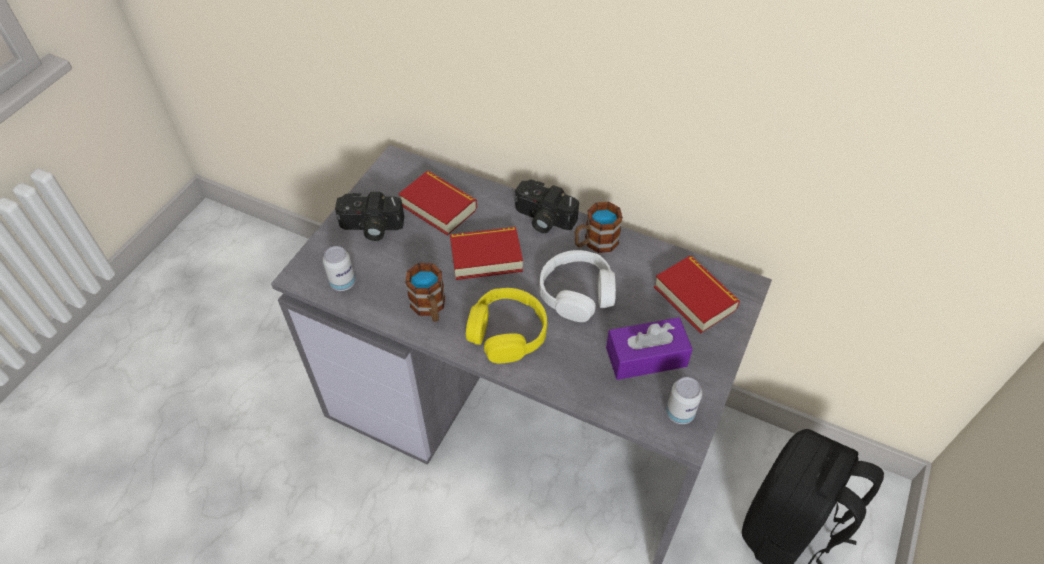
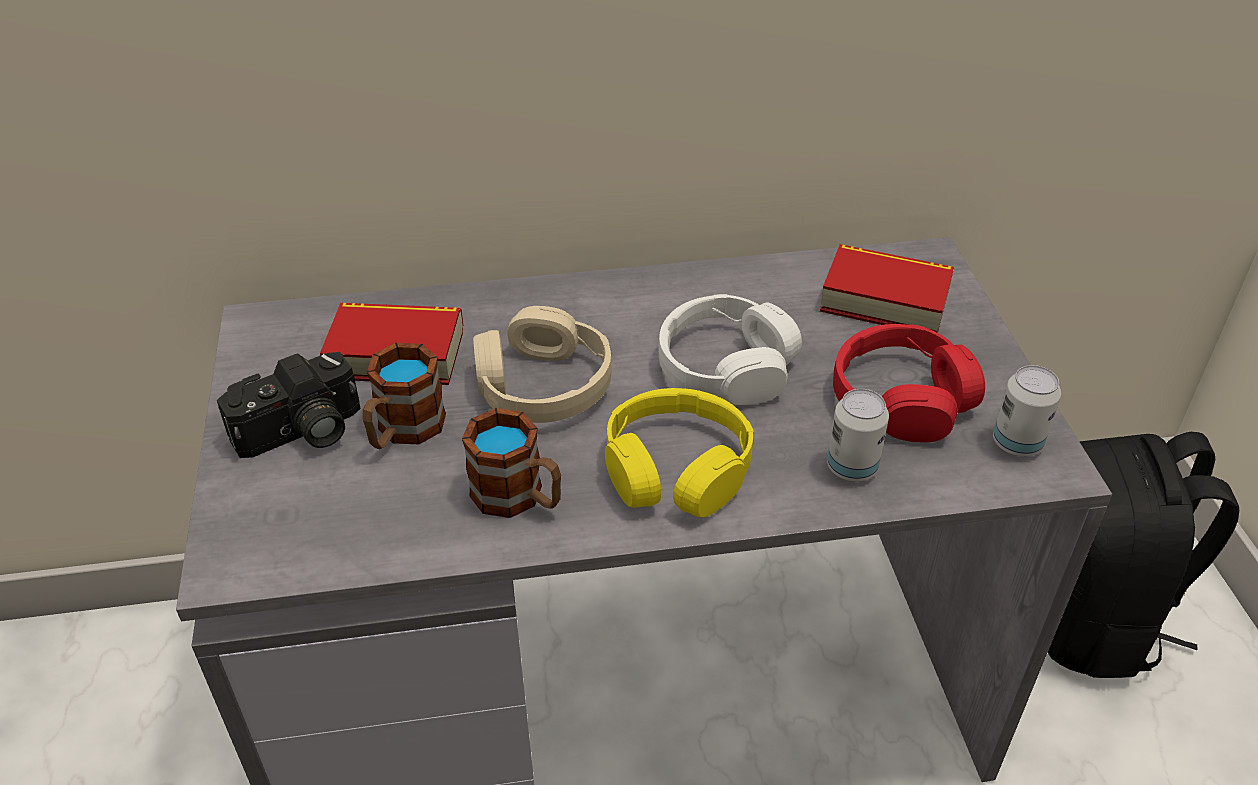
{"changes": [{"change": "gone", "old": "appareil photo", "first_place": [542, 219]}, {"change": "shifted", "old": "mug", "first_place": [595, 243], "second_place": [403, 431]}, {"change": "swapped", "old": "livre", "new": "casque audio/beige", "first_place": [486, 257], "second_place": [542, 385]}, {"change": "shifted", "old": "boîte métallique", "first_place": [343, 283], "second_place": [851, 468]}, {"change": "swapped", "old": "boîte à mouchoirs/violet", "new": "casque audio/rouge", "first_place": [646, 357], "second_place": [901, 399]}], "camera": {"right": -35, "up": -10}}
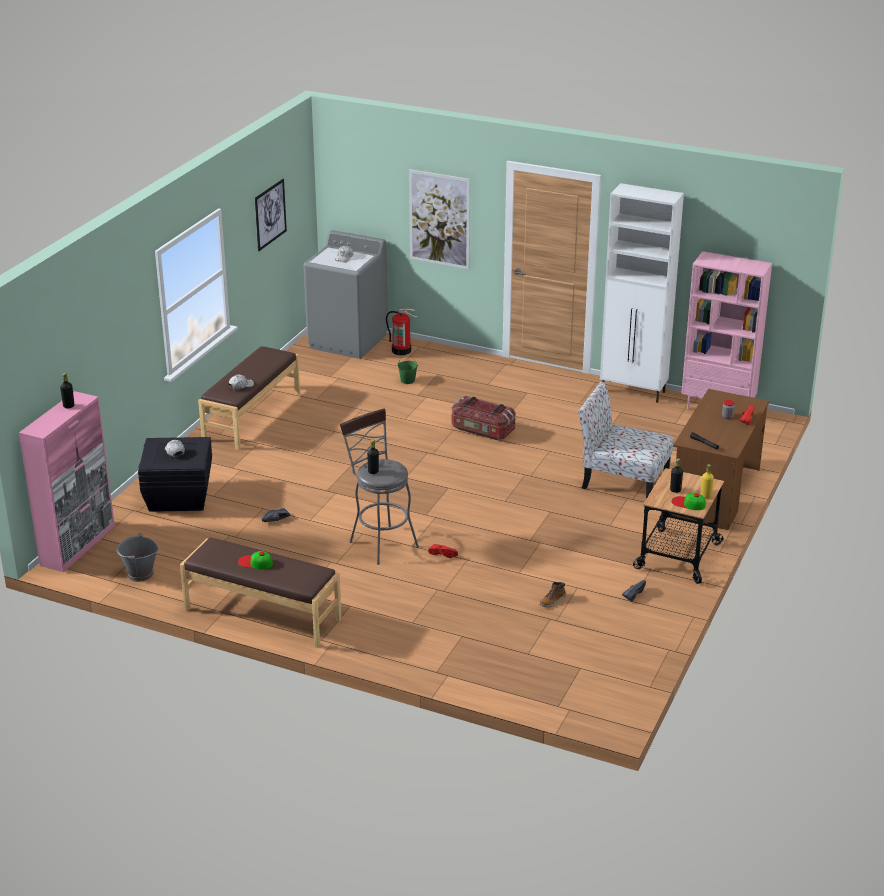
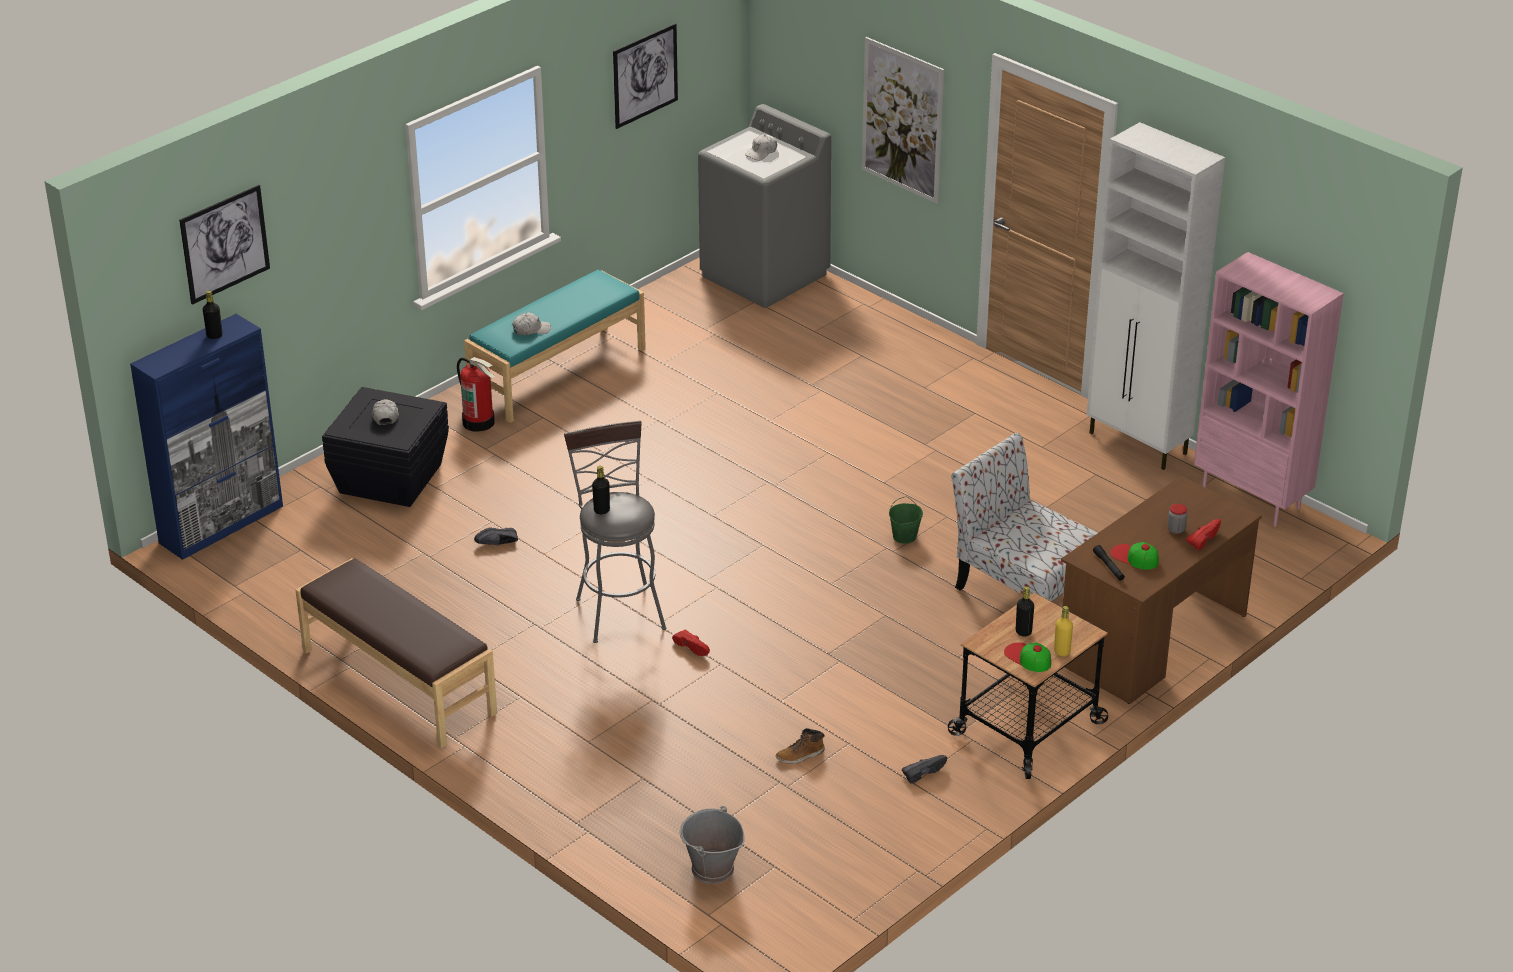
{"changes": [{"change": "shifted", "old": "extincteur", "first_place": [401, 350], "second_place": [479, 422]}, {"change": "repainted", "old": "banc/marron", "new": "banc/turquoise", "first_place": [251, 416], "second_place": [557, 373]}, {"change": "shifted", "old": "seau/vert", "first_place": [407, 381], "second_place": [904, 537]}, {"change": "repainted", "old": "meuble de rangement/rose", "new": "meuble de rangement/bleu", "first_place": [78, 545], "second_place": [222, 524]}, {"change": "gone", "old": "boîte de rangement", "first_place": [482, 430]}, {"change": "shifted", "old": "seau/gris", "first_place": [140, 574], "second_place": [712, 869]}, {"change": "shifted", "old": "casquette", "first_place": [255, 562], "second_place": [1134, 557]}, {"change": "new", "new": "tableau", "second_place": [225, 244]}], "camera": {"right": 20, "up": 5}}
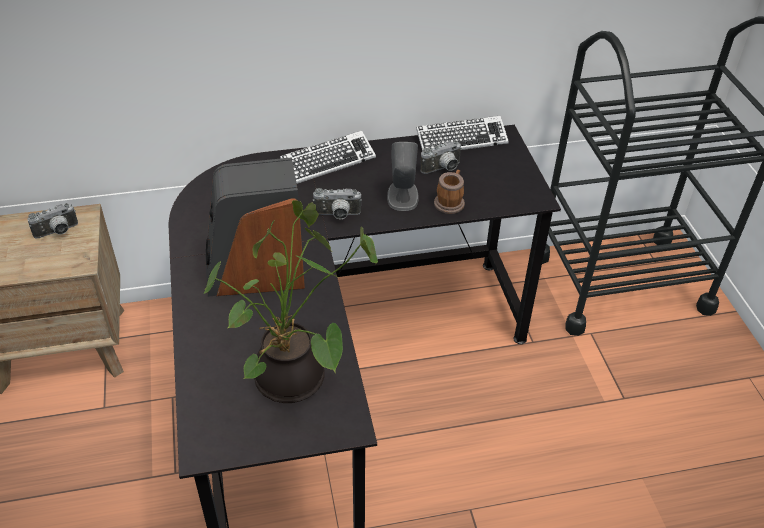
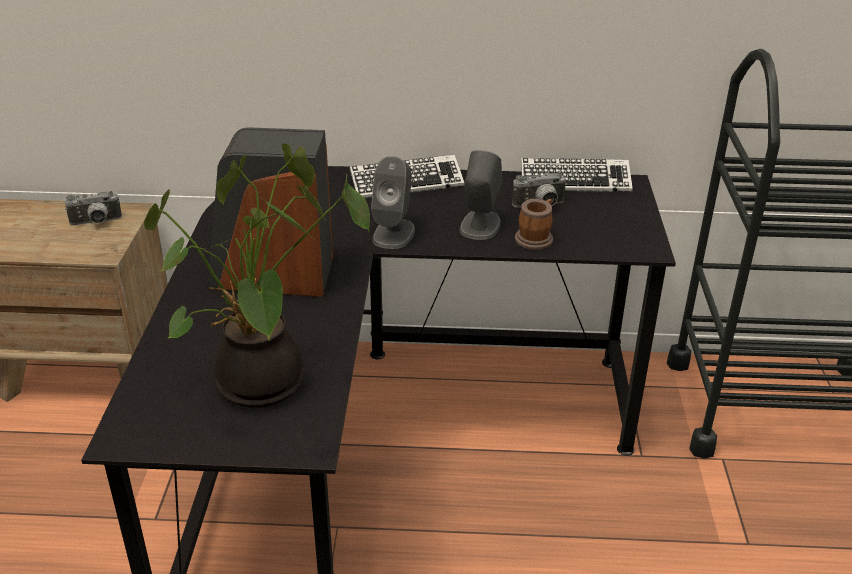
{"changes": [{"change": "swapped", "old": "appareil photo", "new": "enceinte/gris", "first_place": [337, 215], "second_place": [394, 233]}], "camera": {"right": 15, "up": -10}}
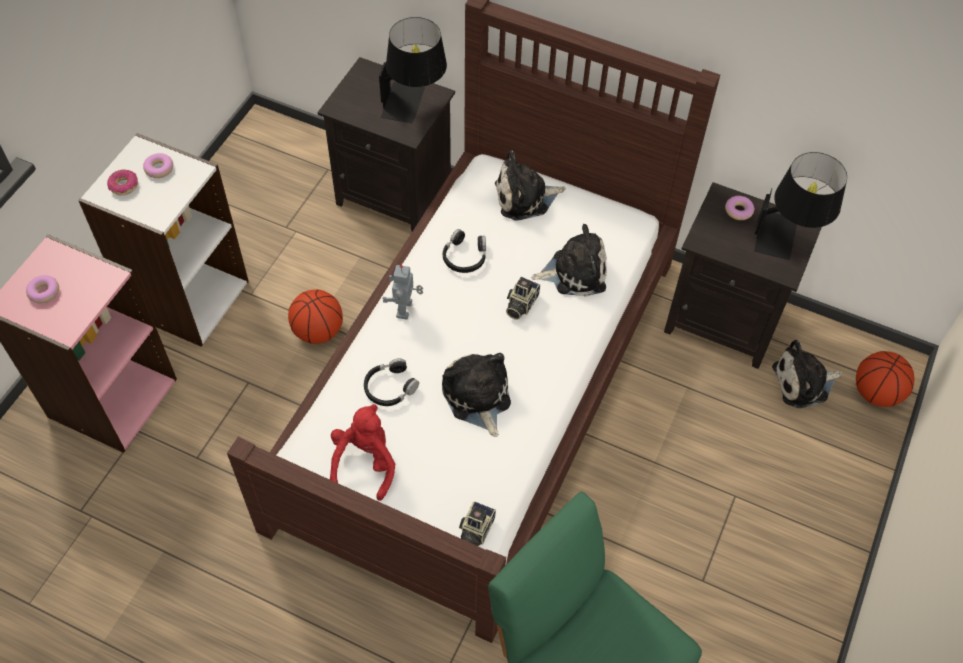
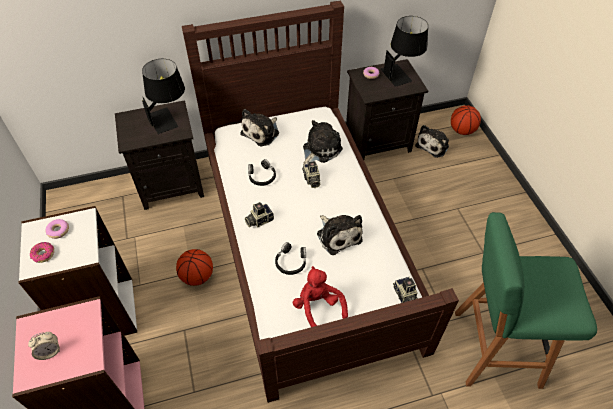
{"changes": [{"change": "swapped", "old": "robot jouet", "new": "appareil photo", "first_place": [405, 310], "second_place": [259, 220]}, {"change": "swapped", "old": "beignet", "new": "réveil", "first_place": [44, 292], "second_place": [50, 351]}, {"change": "rotated", "old": "peluche", "first_place": [477, 398], "second_place": [338, 235], "degrees": -150}], "camera": {"right": -40, "up": -5}}
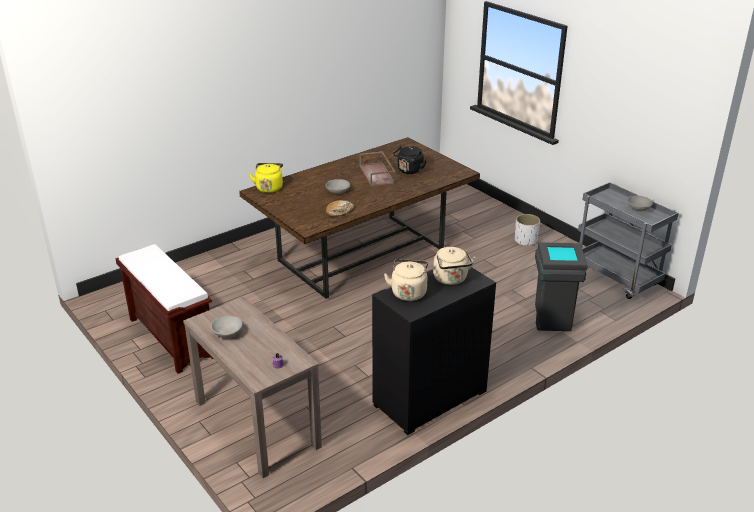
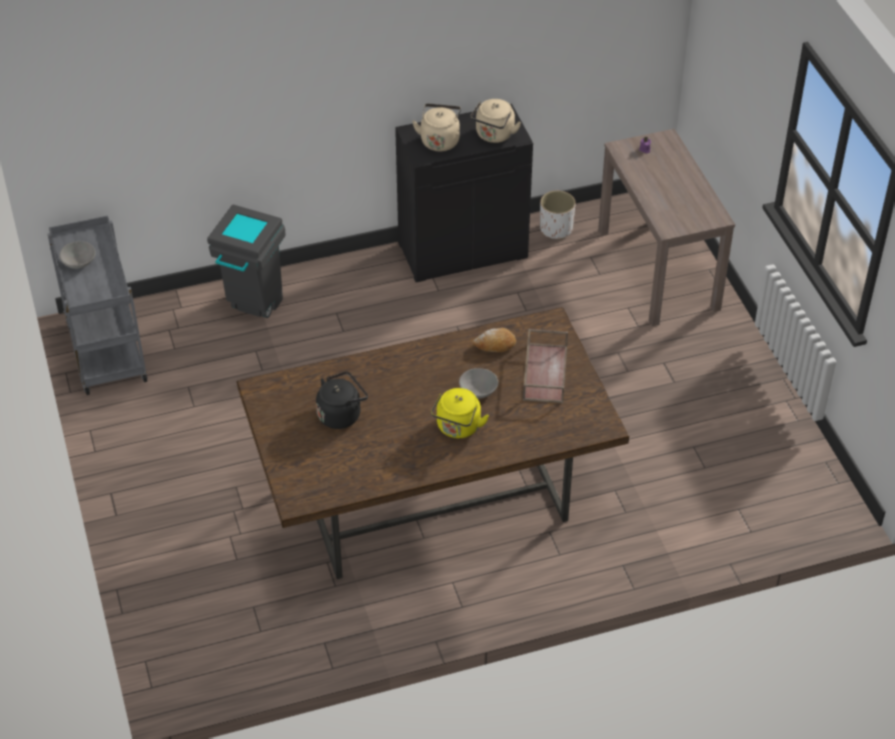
{"changes": [{"change": "shifted", "old": "plateau/marron", "first_place": [377, 174], "second_place": [544, 372]}, {"change": "shifted", "old": "bouilloire/jaune", "first_place": [269, 187], "second_place": [458, 428]}, {"change": "shifted", "old": "cache-pot/blanc", "first_place": [525, 241], "second_place": [556, 229]}, {"change": "gone", "old": "banc/marron", "first_place": [170, 337]}, {"change": "gone", "old": "bol/gris", "first_place": [227, 333]}], "camera": {"right": -160, "up": 15}}
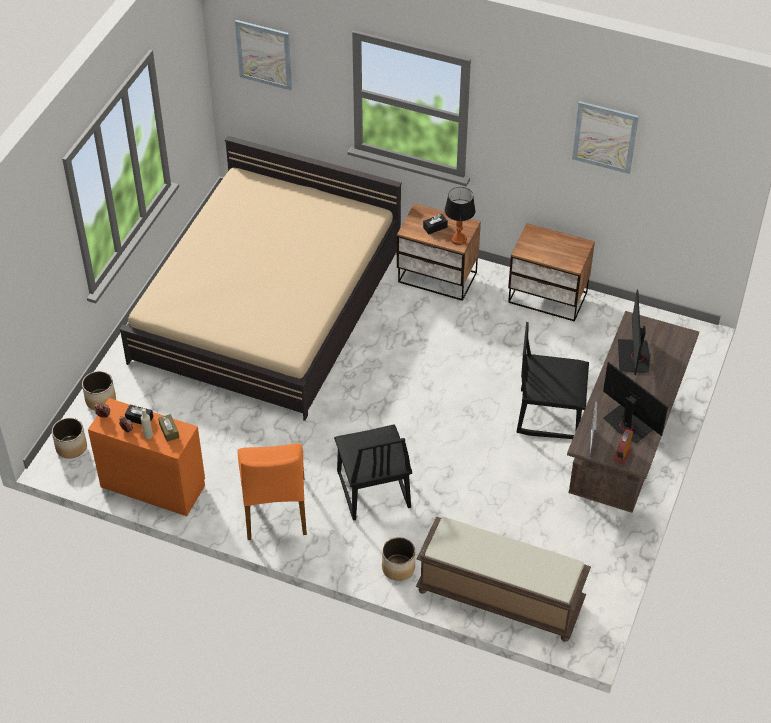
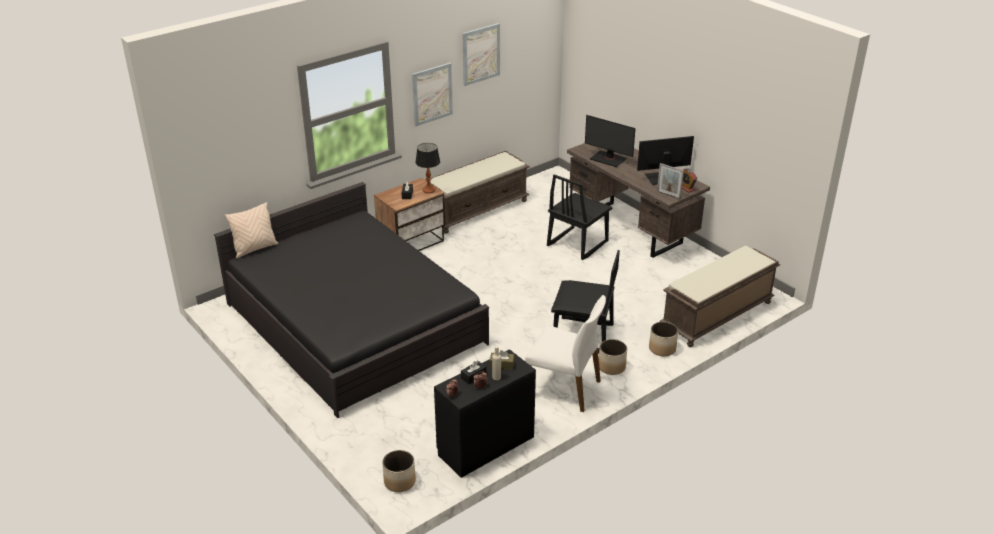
{"changes": [{"change": "shifted", "old": "tableau", "first_place": [264, 54], "second_place": [432, 94]}, {"change": "repainted", "old": "lit/beige", "new": "lit/noir", "first_place": [268, 304], "second_place": [354, 323]}, {"change": "swapped", "old": "table de chevet", "new": "banc/marron", "first_place": [548, 298], "second_place": [477, 210]}, {"change": "shifted", "old": "cache-pot", "first_place": [101, 400], "second_place": [611, 367]}, {"change": "repainted", "old": "commode/orange", "new": "commode/noir", "first_place": [153, 485], "second_place": [485, 445]}, {"change": "repainted", "old": "chaise/orange", "new": "chaise/blanc", "first_place": [275, 509], "second_place": [563, 388]}, {"change": "new", "new": "coussin/beige", "second_place": [255, 249]}], "camera": {"right": -60, "up": -15}}
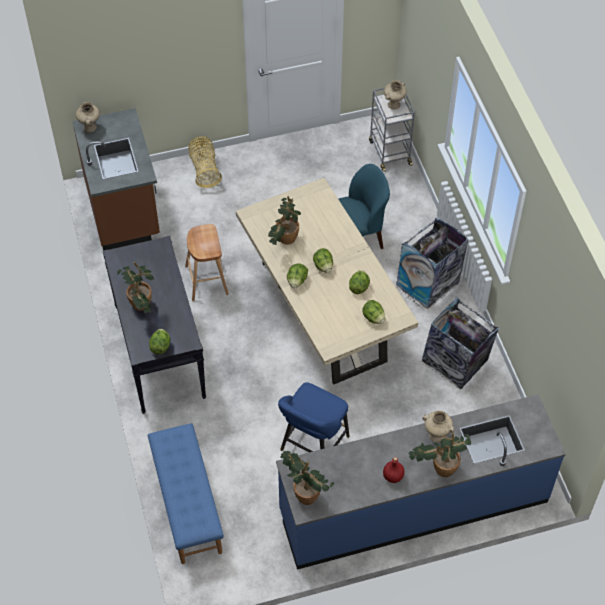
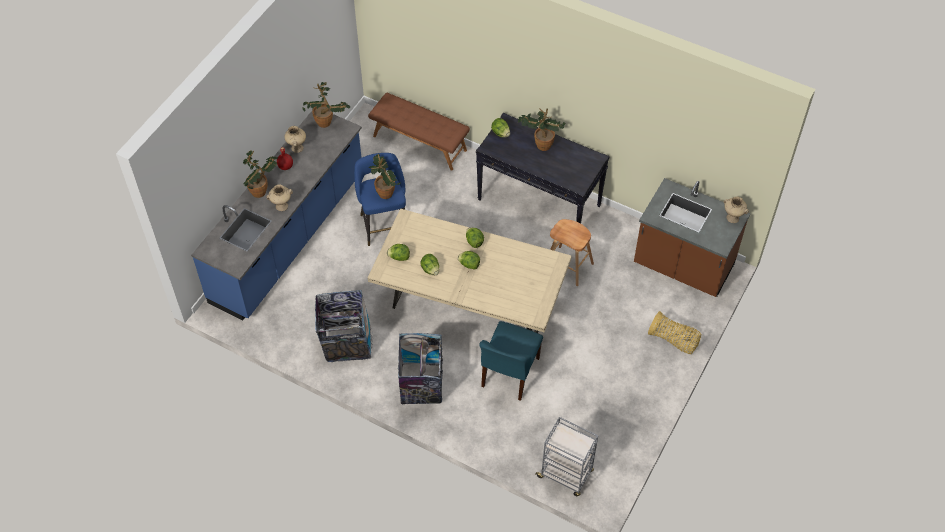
{"changes": [{"change": "shifted", "old": "vase/beige", "first_place": [394, 105], "second_place": [297, 148]}, {"change": "shifted", "old": "plante en pot", "first_place": [284, 241], "second_place": [385, 190]}, {"change": "repainted", "old": "banc/bleu", "new": "banc/marron", "first_place": [187, 504], "second_place": [420, 142]}], "camera": {"right": 135, "up": 0}}
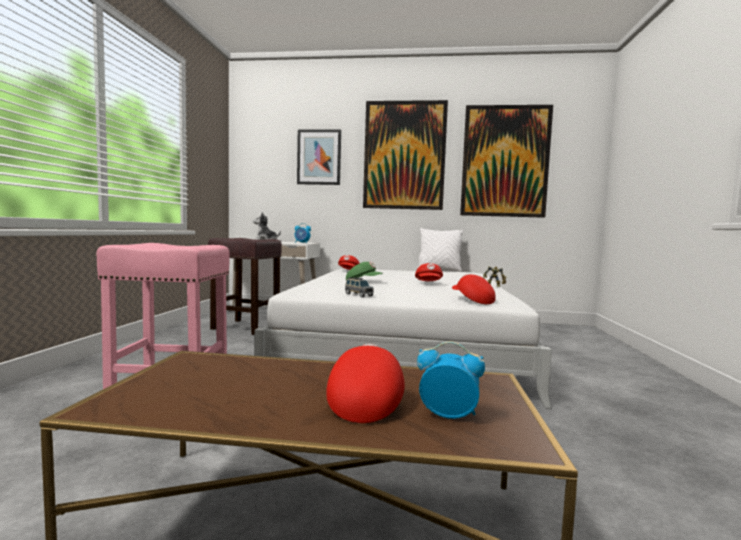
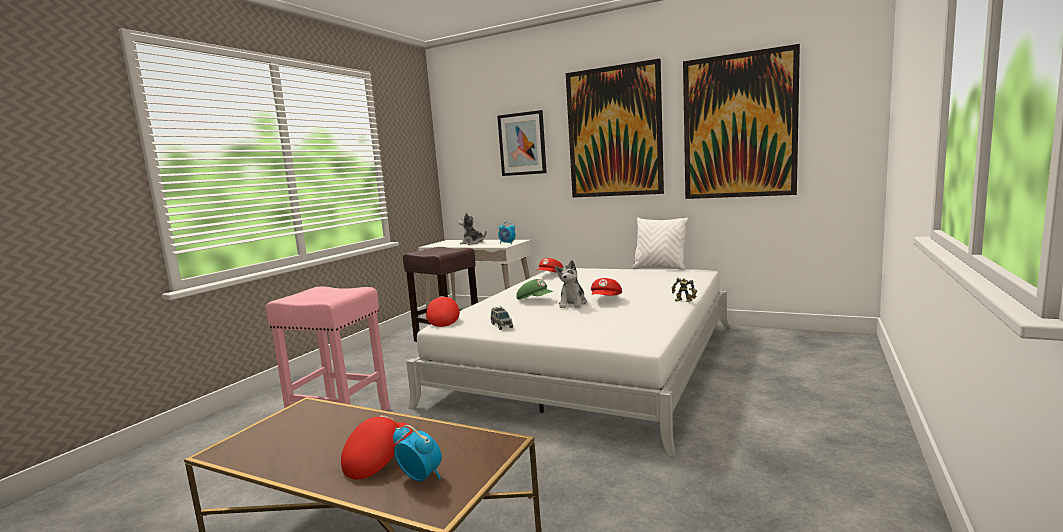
{"changes": [{"change": "shifted", "old": "casquette/rouge", "first_place": [472, 300], "second_place": [443, 321]}, {"change": "new", "new": "peluche", "second_place": [572, 304]}], "camera": {"right": 20, "up": 5}}
